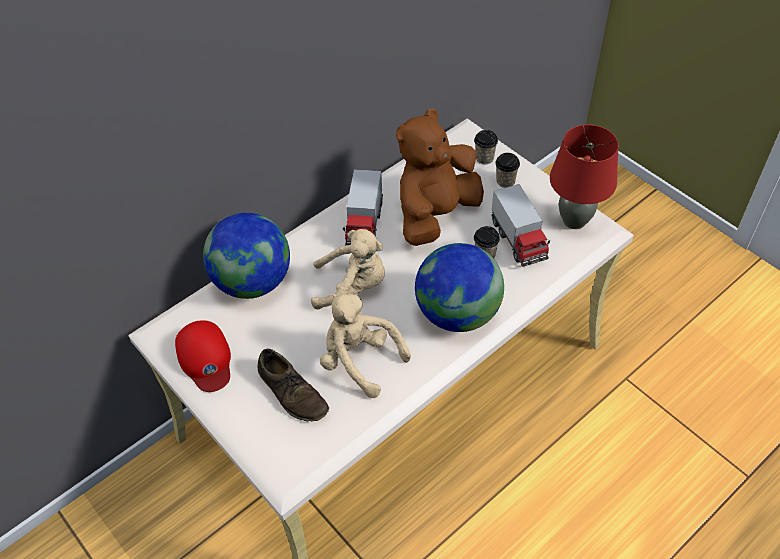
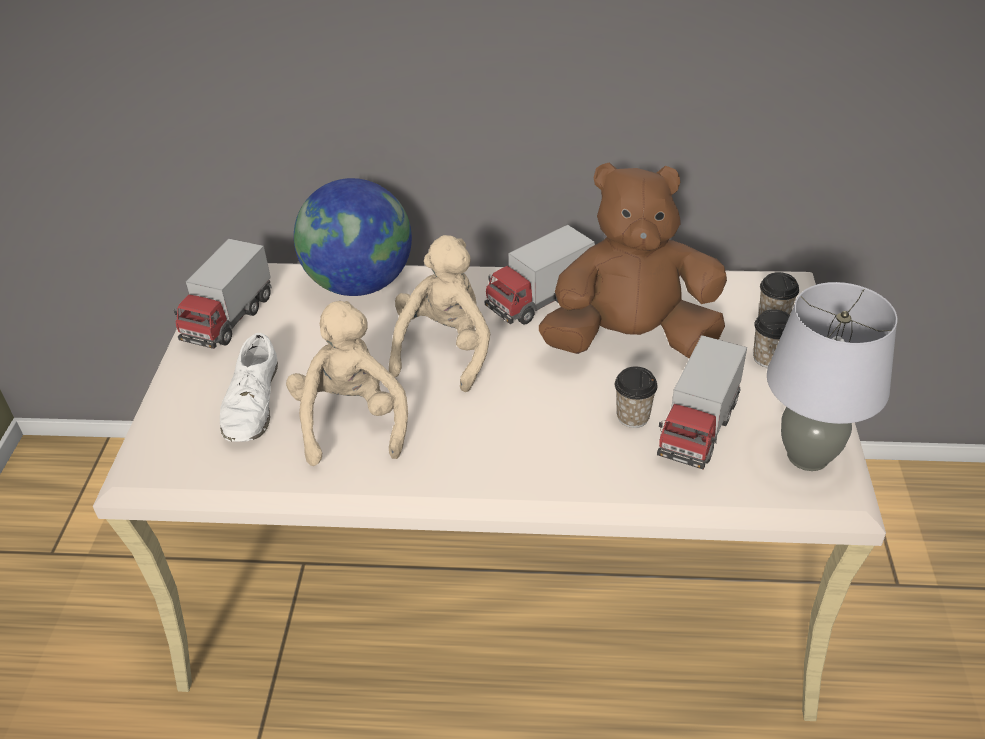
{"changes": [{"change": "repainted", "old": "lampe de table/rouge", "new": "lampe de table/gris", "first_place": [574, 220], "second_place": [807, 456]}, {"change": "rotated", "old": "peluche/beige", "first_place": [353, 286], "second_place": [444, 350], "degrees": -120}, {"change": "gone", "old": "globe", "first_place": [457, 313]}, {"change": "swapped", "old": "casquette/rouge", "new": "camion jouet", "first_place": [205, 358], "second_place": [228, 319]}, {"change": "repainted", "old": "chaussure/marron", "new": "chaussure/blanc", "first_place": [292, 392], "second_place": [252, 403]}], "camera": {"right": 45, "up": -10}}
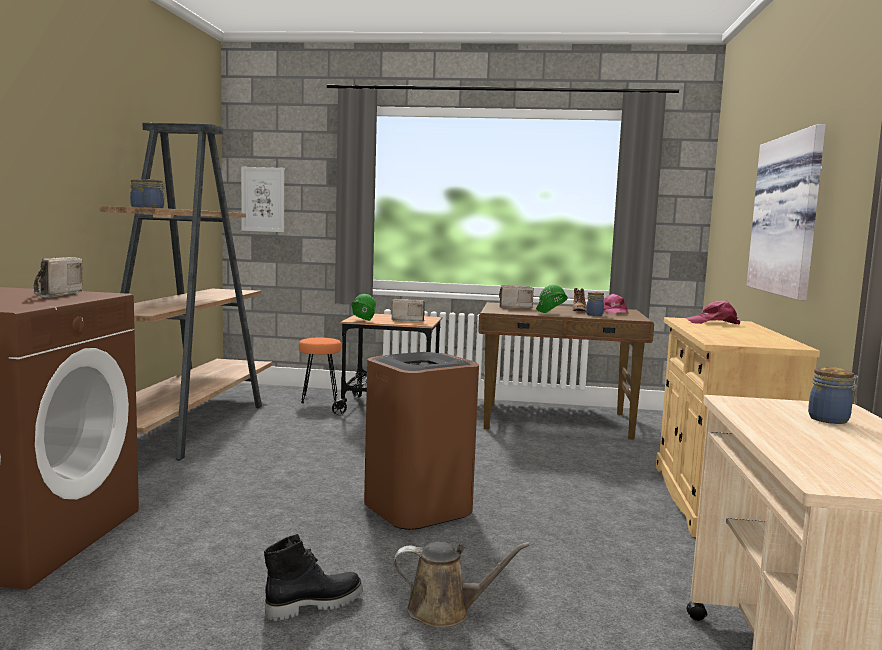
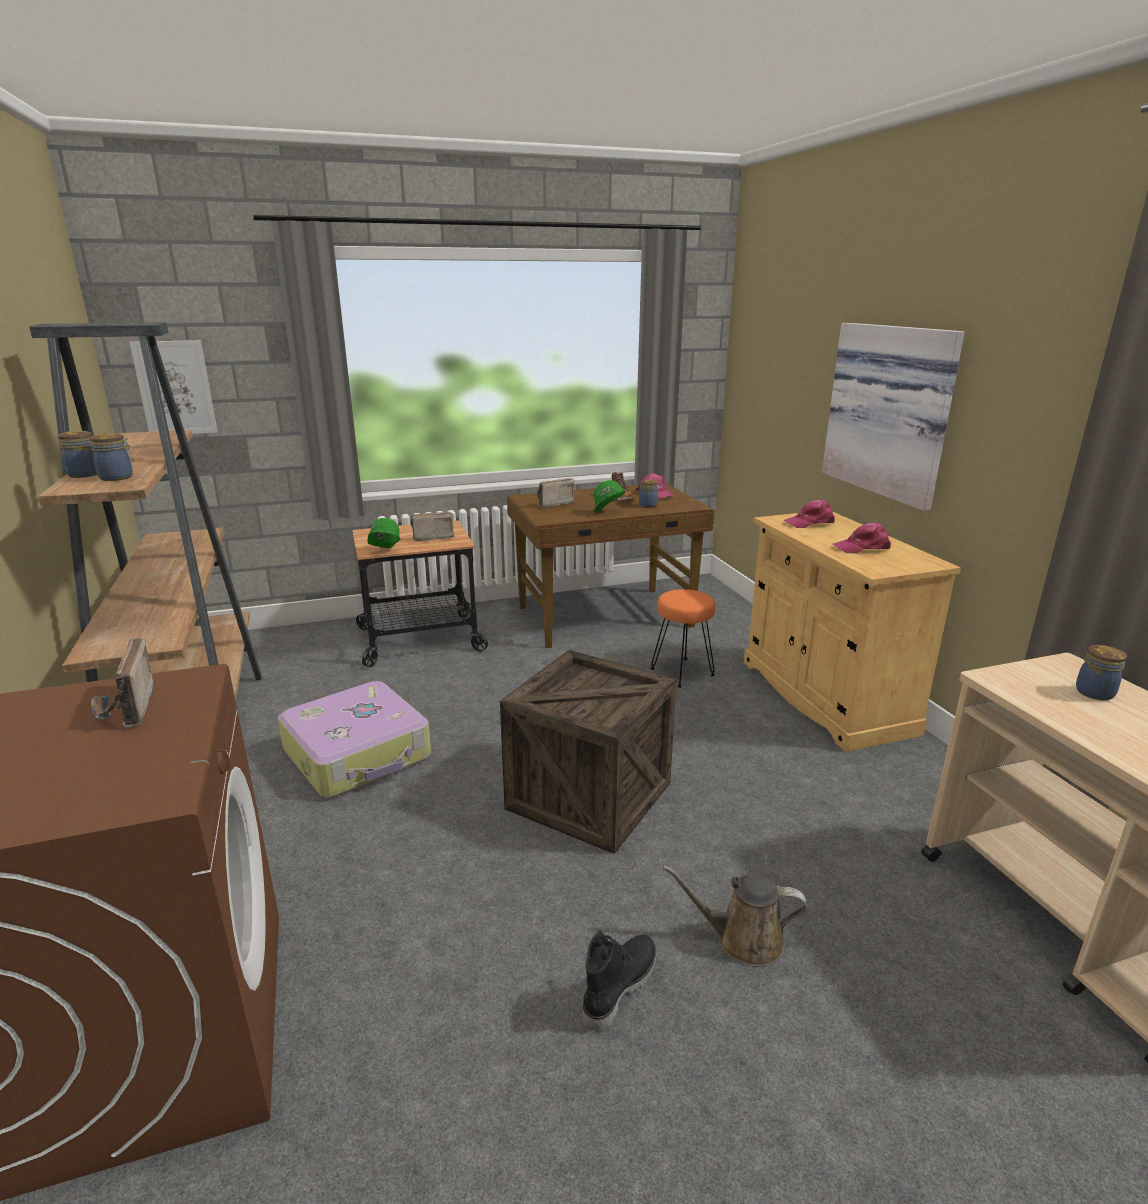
{"changes": [{"change": "shifted", "old": "tabouret/orange", "first_place": [319, 399], "second_place": [681, 672]}, {"change": "swapped", "old": "poubelle/marron", "new": "caisse", "first_place": [418, 508], "second_place": [589, 795]}, {"change": "rotated", "old": "arrosoir/marron", "first_place": [445, 611], "second_place": [742, 940], "degrees": -150}, {"change": "new", "new": "casquette/rose", "second_place": [862, 547]}, {"change": "new", "new": "valise", "second_place": [359, 754]}], "camera": {"right": -25, "up": 15}}
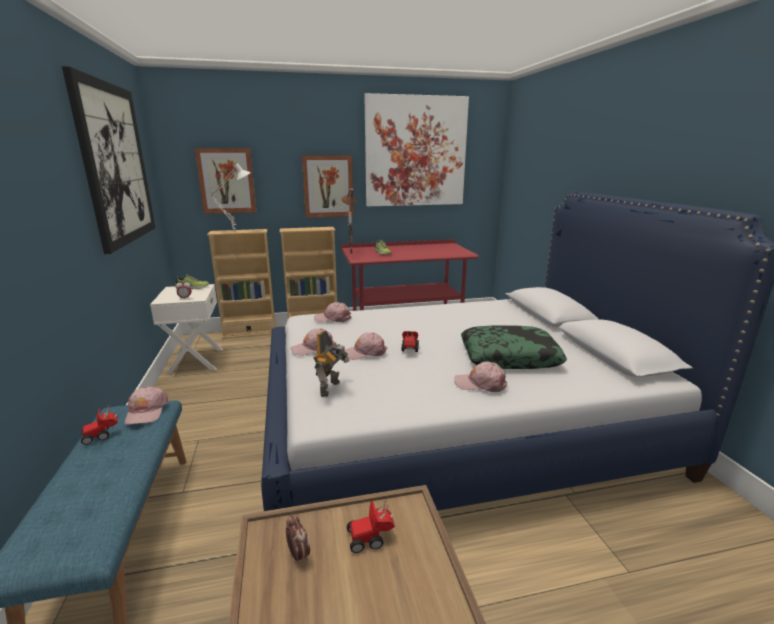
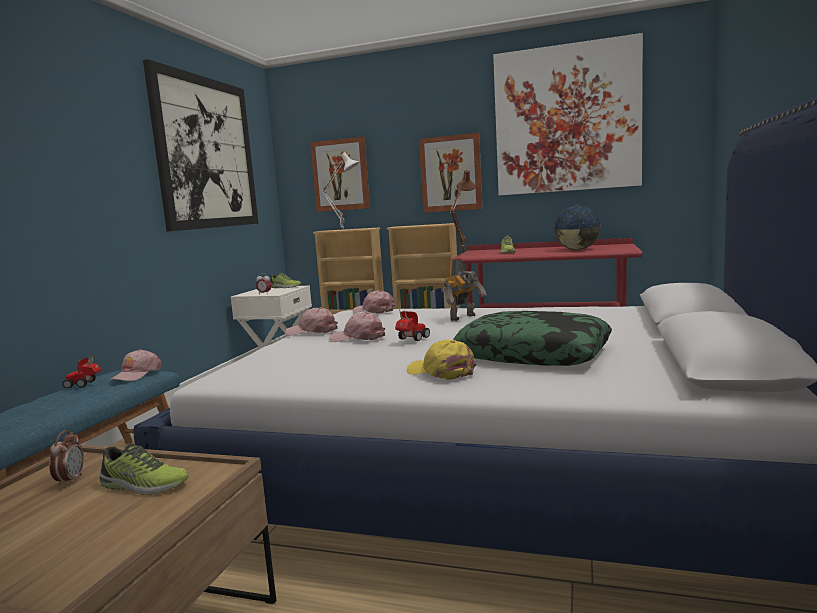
{"changes": [{"change": "shifted", "old": "robot jouet", "first_place": [331, 388], "second_place": [464, 318]}, {"change": "repainted", "old": "casquette/rose", "new": "casquette/jaune", "first_place": [480, 384], "second_place": [441, 372]}, {"change": "swapped", "old": "petite voiture", "new": "chaussure", "first_place": [371, 538], "second_place": [143, 485]}, {"change": "new", "new": "globe", "second_place": [577, 249]}], "camera": {"right": 30, "up": -10}}
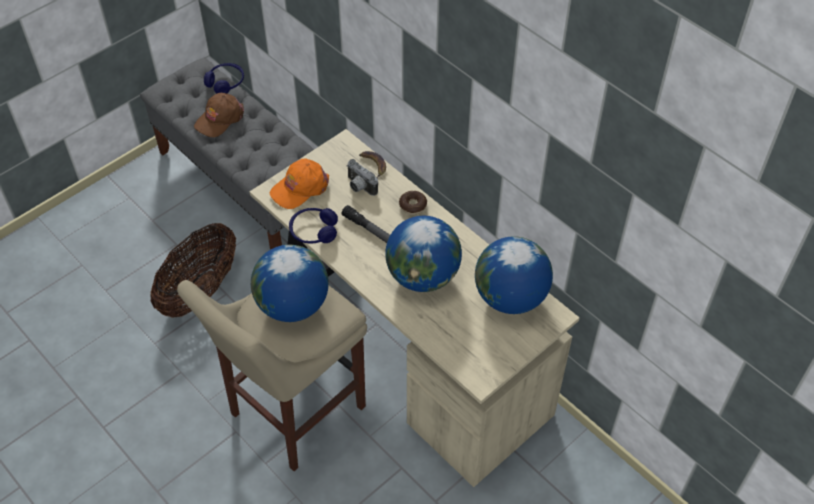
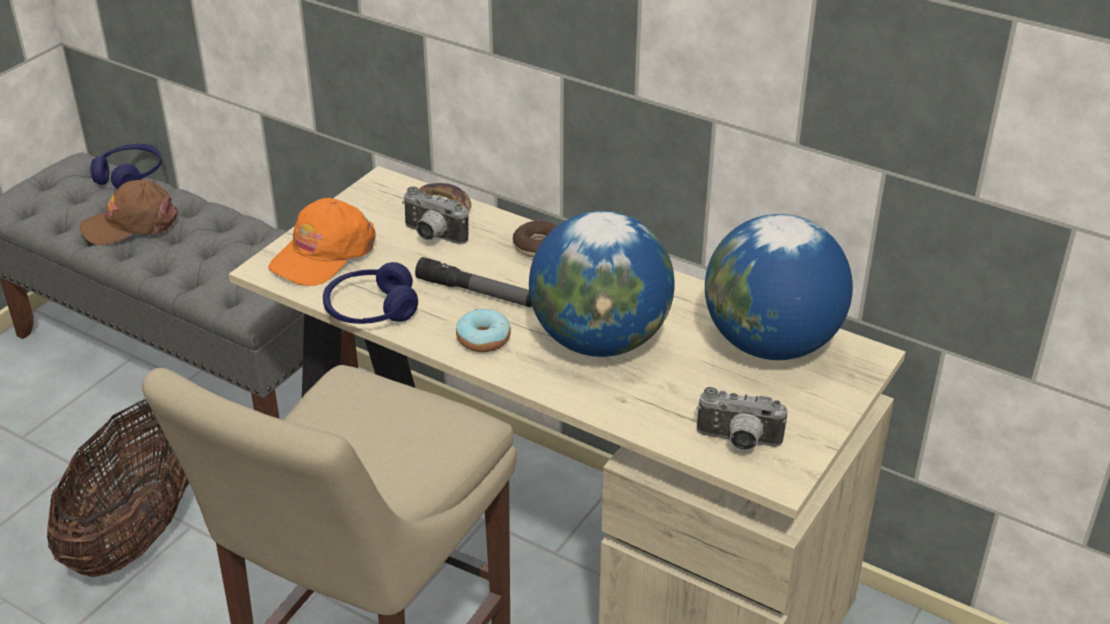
{"changes": [{"change": "rotated", "old": "casquette/marron", "first_place": [219, 119], "second_place": [131, 224], "degrees": 45}, {"change": "gone", "old": "globe", "first_place": [292, 305]}, {"change": "new", "new": "beignet", "second_place": [483, 339]}, {"change": "new", "new": "appareil photo", "second_place": [738, 442]}], "camera": {"right": -15, "up": -15}}
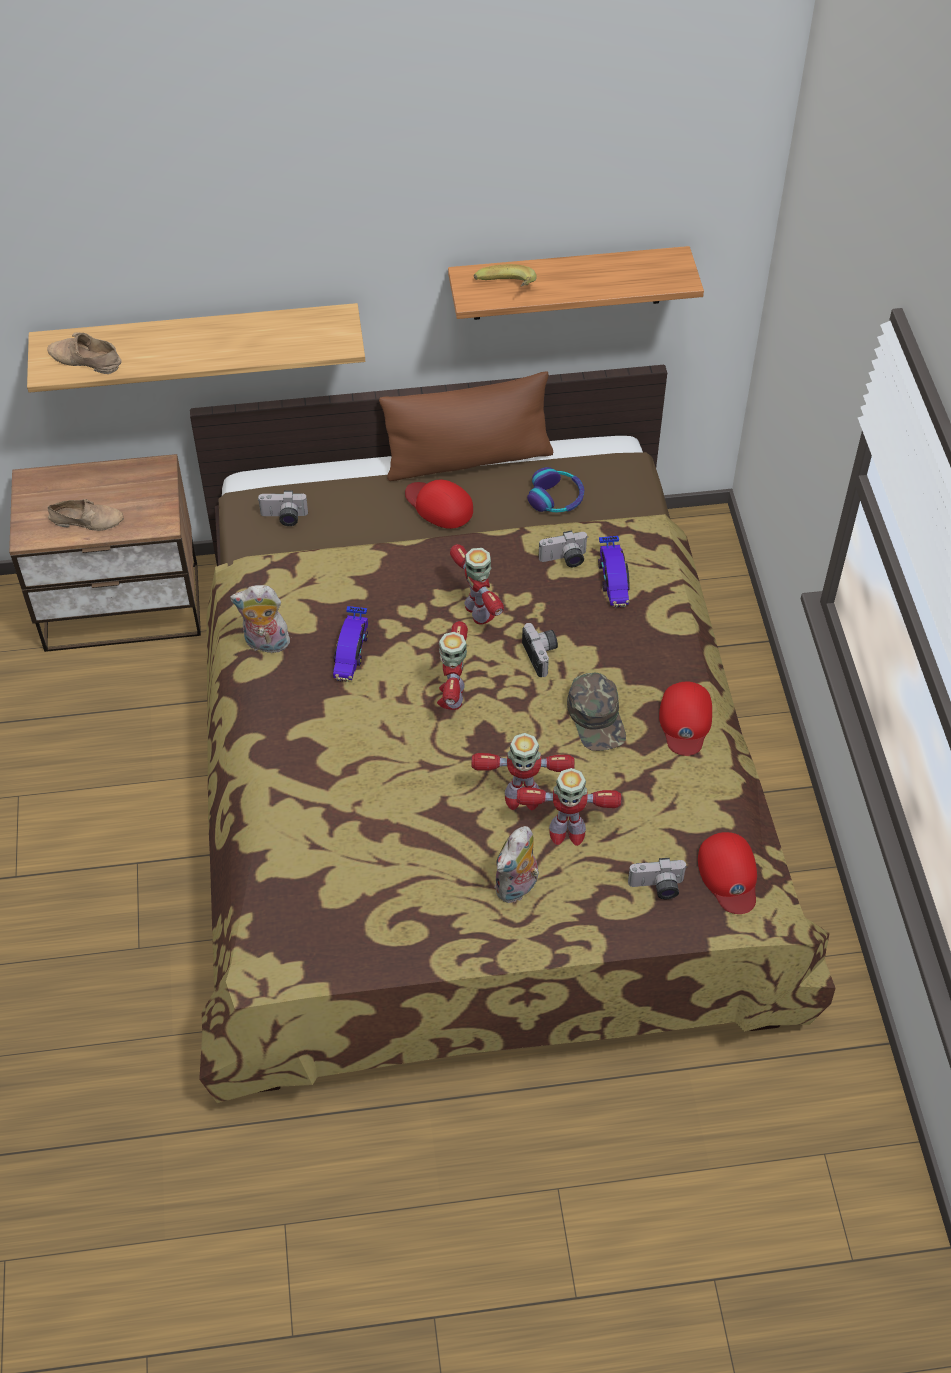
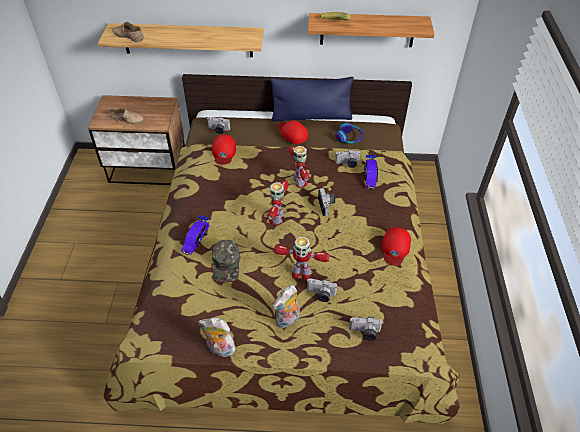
{"changes": [{"change": "repainted", "old": "coussin/marron", "new": "coussin/bleu", "first_place": [468, 459], "second_place": [311, 117]}, {"change": "shifted", "old": "peluche", "first_place": [265, 644], "second_place": [219, 349]}, {"change": "shifted", "old": "petite voiture", "first_place": [350, 651], "second_place": [196, 239]}, {"change": "shifted", "old": "casquette/vert", "first_place": [597, 718], "second_place": [226, 264]}, {"change": "swapped", "old": "robot jouet", "new": "appareil photo", "first_place": [566, 832], "second_place": [320, 295]}, {"change": "shifted", "old": "casquette/rouge", "first_place": [729, 875], "second_place": [224, 152]}], "camera": {"right": 10, "up": -5}}
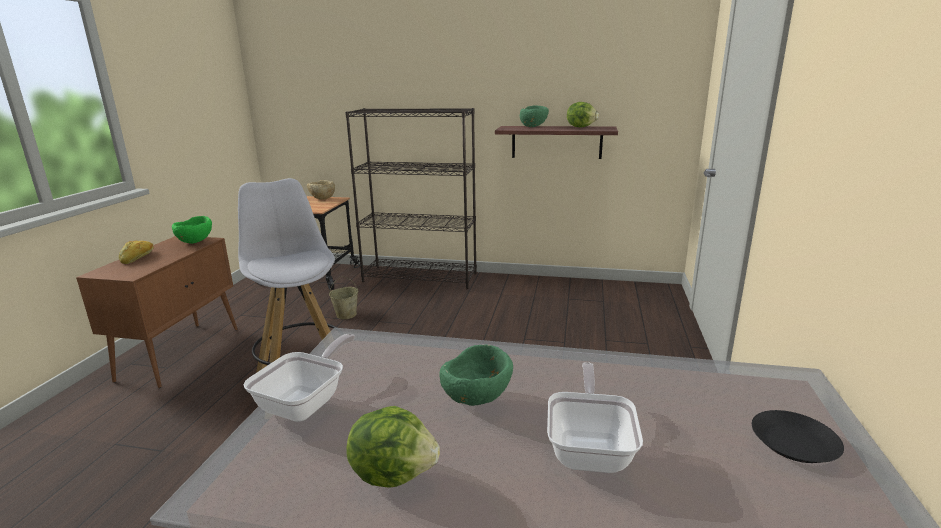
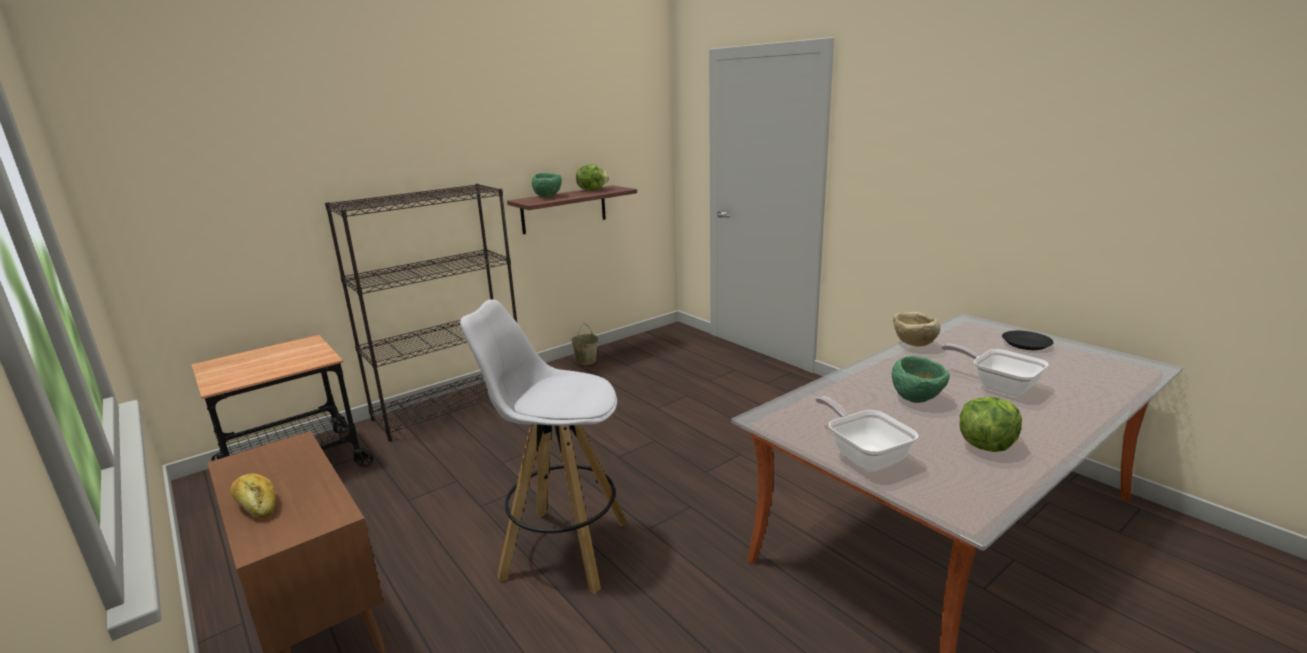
{"changes": [{"change": "shifted", "old": "bol/beige", "first_place": [322, 199], "second_place": [913, 345]}, {"change": "gone", "old": "bol/vert", "first_place": [195, 242]}, {"change": "shifted", "old": "seau/beige", "first_place": [346, 314], "second_place": [586, 361]}], "camera": {"right": -50, "up": 0}}
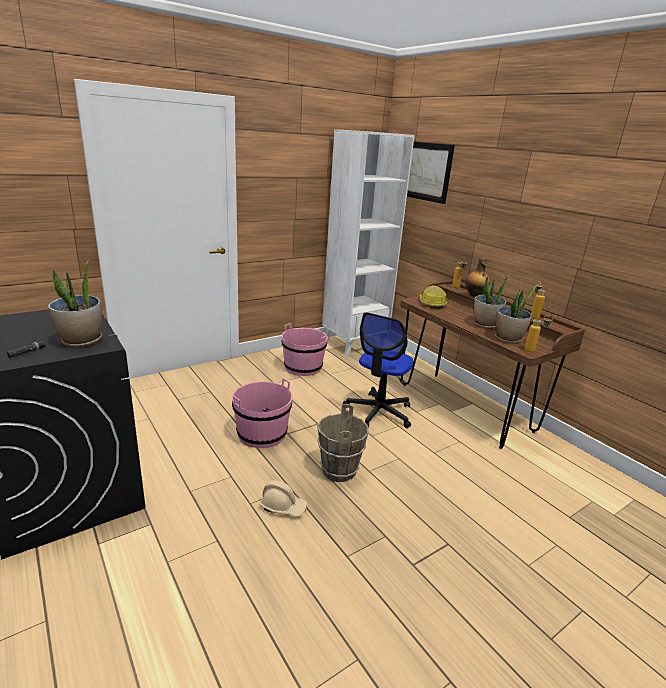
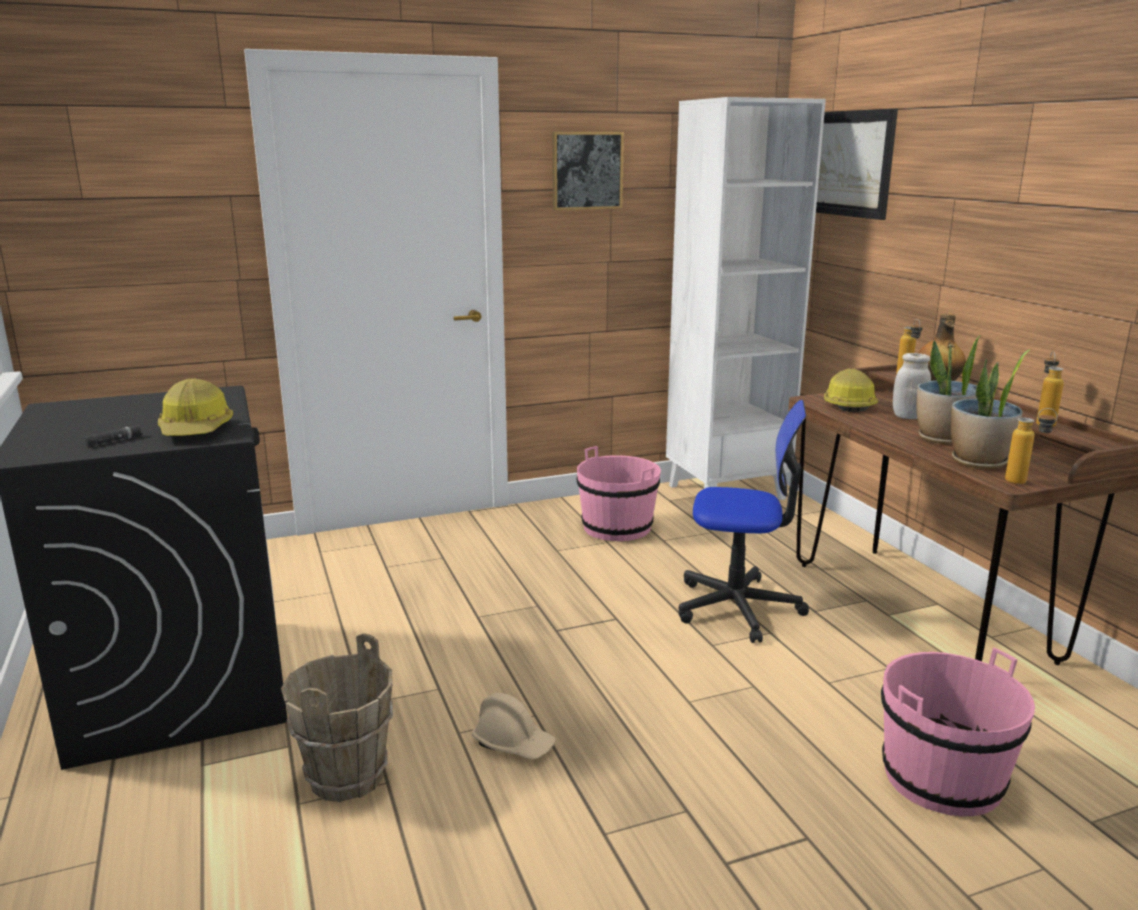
{"changes": [{"change": "swapped", "old": "plante en pot", "new": "casque de chantier", "first_place": [81, 341], "second_place": [196, 430]}, {"change": "rotated", "old": "chaise de bureau", "first_place": [378, 412], "second_place": [738, 607], "degrees": -120}, {"change": "shifted", "old": "seau/rose", "first_place": [262, 434], "second_place": [941, 777]}, {"change": "shifted", "old": "seau/marron", "first_place": [338, 470], "second_place": [346, 777]}, {"change": "new", "new": "tableau", "second_place": [587, 170]}, {"change": "new", "new": "bocal/blanc", "second_place": [908, 416]}], "camera": {"right": 15, "up": -5}}
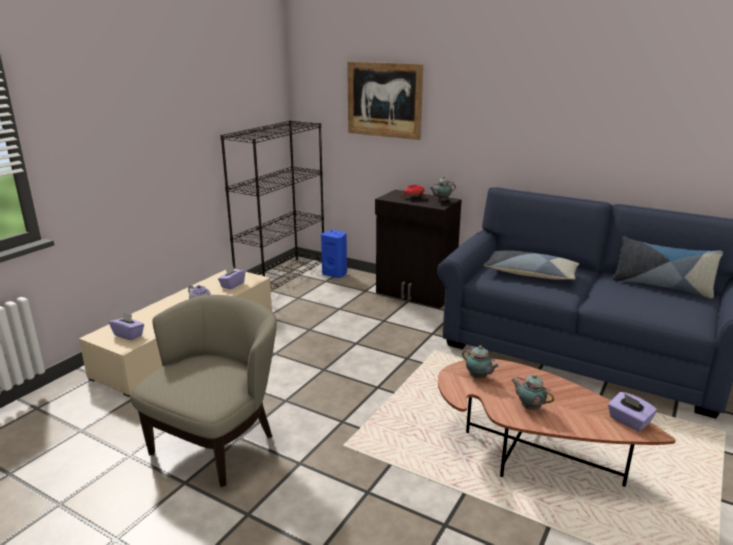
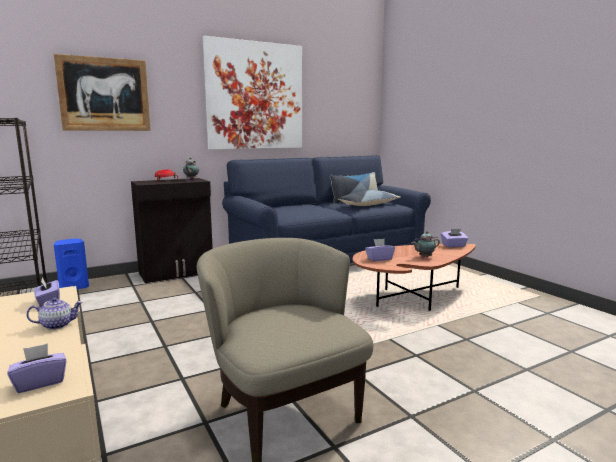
{"changes": [{"change": "shifted", "old": "coussin", "first_place": [530, 274], "second_place": [368, 205]}, {"change": "swapped", "old": "théière", "new": "boîte à mouchoirs/violet", "first_place": [478, 378], "second_place": [379, 259]}, {"change": "new", "new": "tableau", "second_place": [255, 96]}], "camera": {"right": -60, "up": -10}}
